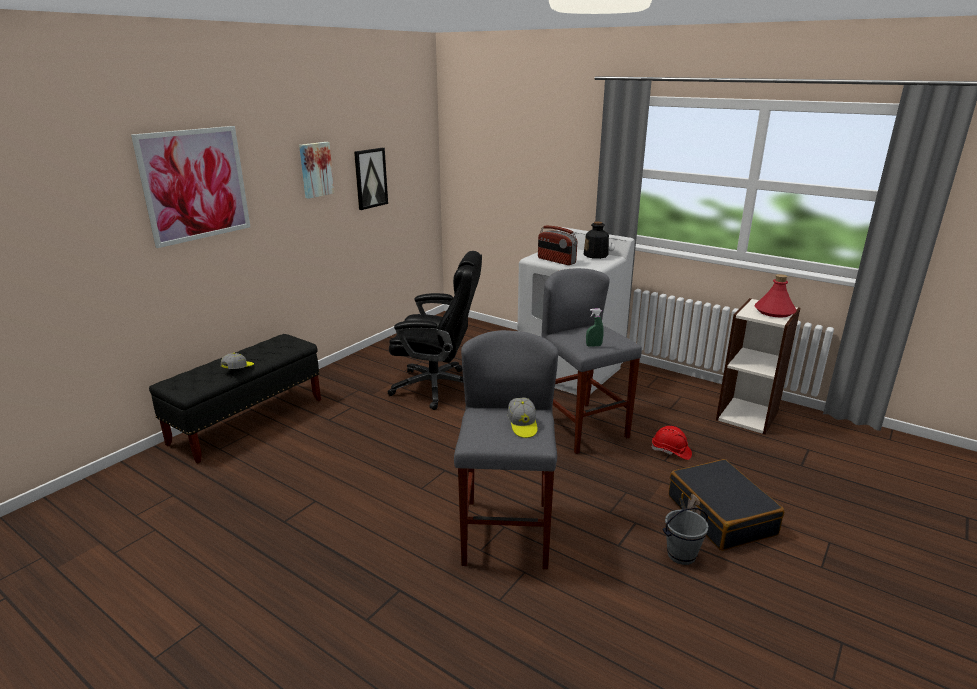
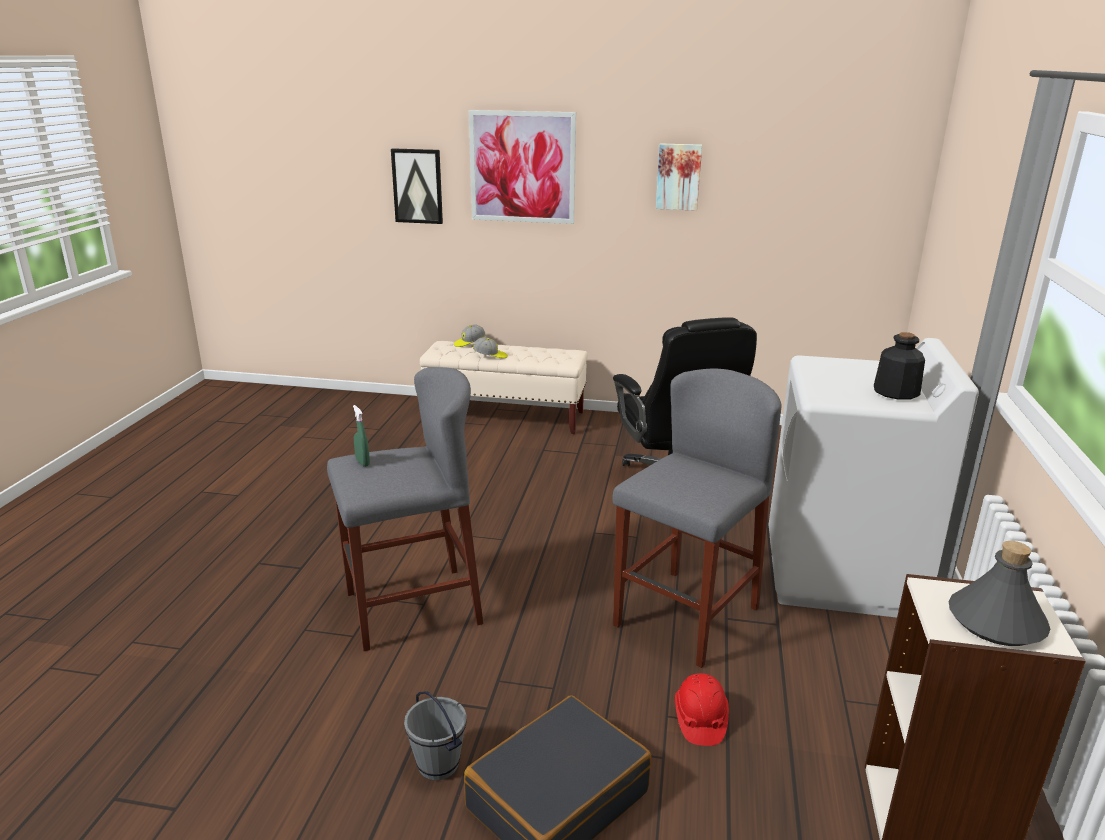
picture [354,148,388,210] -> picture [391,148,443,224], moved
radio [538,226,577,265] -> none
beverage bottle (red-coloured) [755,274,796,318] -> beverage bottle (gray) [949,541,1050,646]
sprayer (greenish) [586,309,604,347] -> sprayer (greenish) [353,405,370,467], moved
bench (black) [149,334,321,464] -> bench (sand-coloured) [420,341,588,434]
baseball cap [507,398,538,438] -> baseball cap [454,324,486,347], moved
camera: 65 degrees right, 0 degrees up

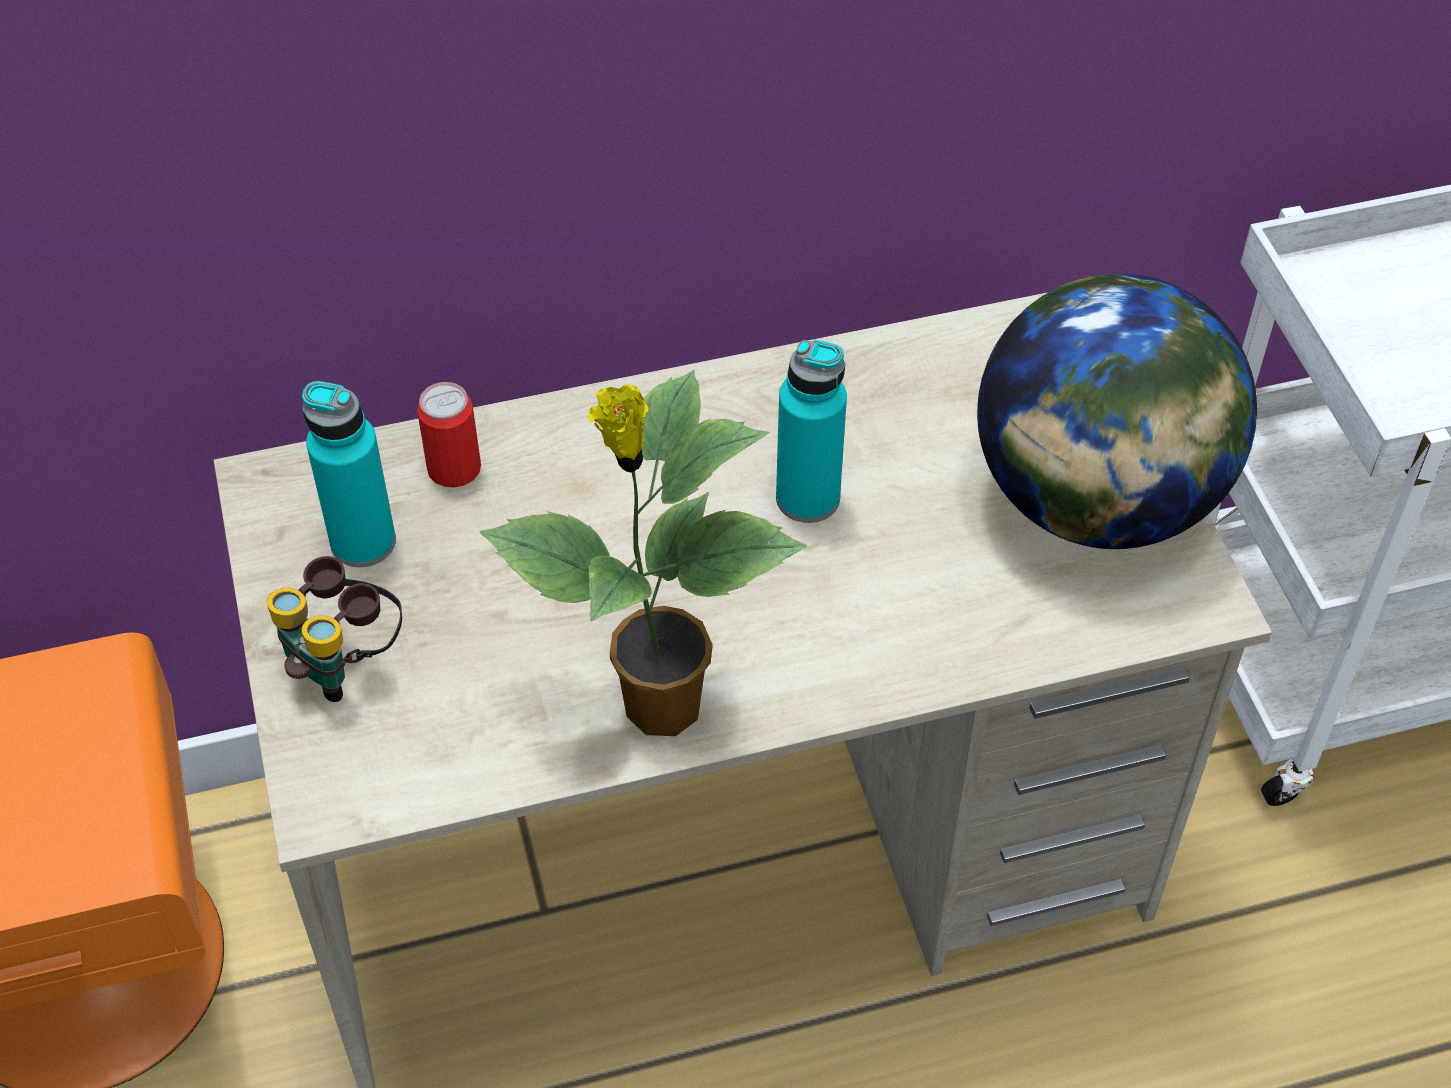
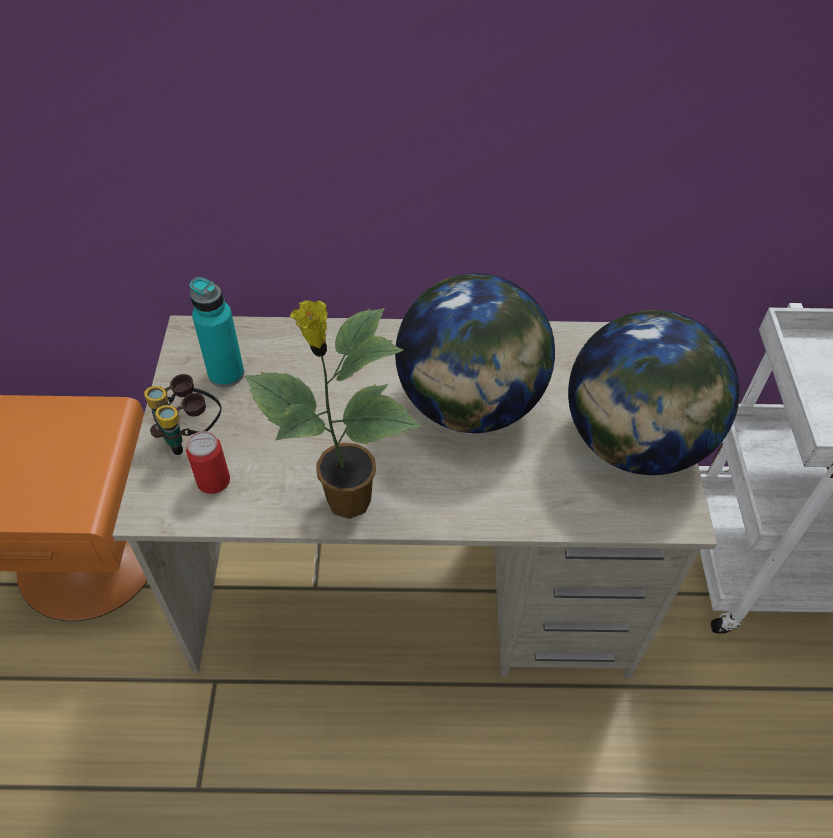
beverage bottle (turquoise) [776,340,847,523] -> desk globe [395,273,555,433]
sealed can [417,382,481,488] -> sealed can [186,431,230,494], moved
camera: 15 degrees right, 0 degrees up

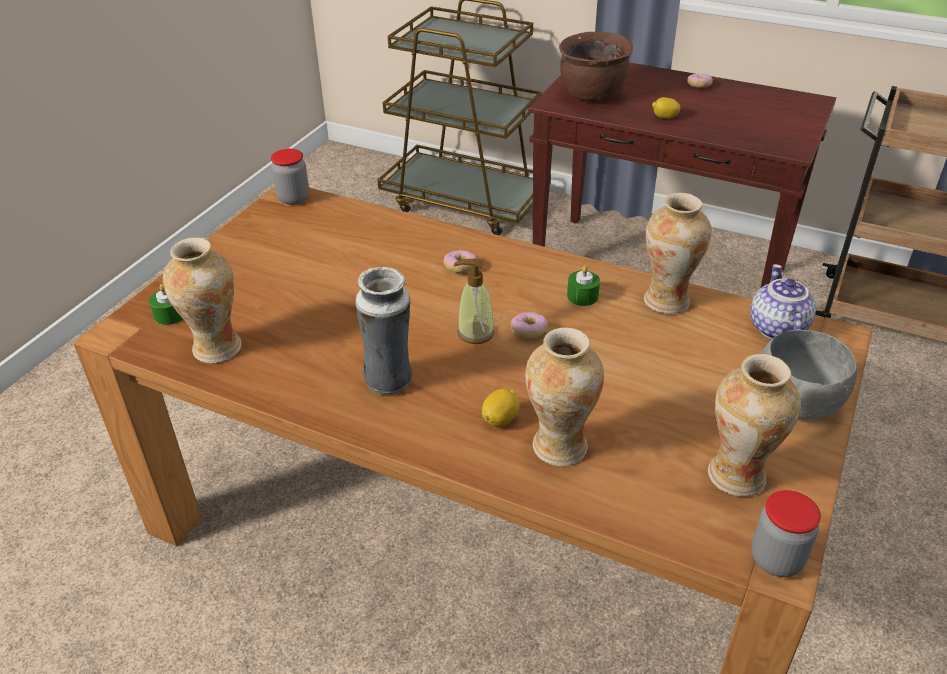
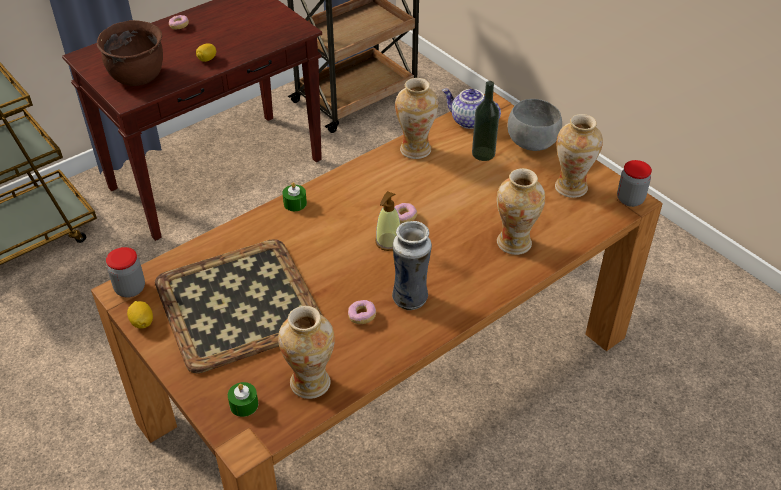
ring doughnut [444,250,477,273] -> ring doughnut [348,300,376,324], moved
wax candle (greenish) [567,265,600,306] -> wax candle (greenish) [283,182,307,211], moved
whole lemon [482,389,520,427] -> whole lemon [127,301,153,329], moved
none -> beverage bottle [472,81,499,161]
none -> carrying tray [155,239,323,374]
camera: 65 degrees left, 5 degrees up

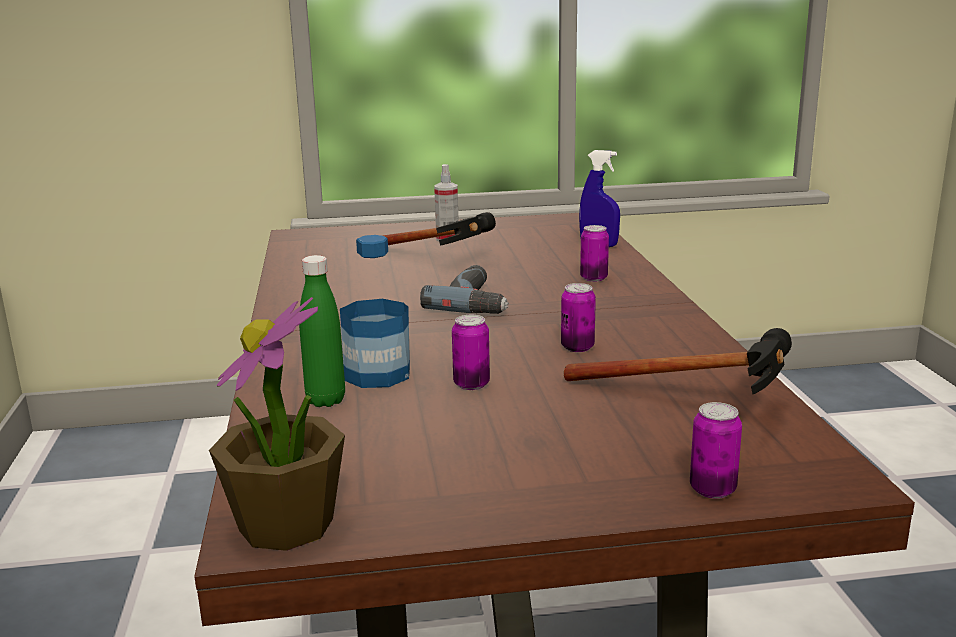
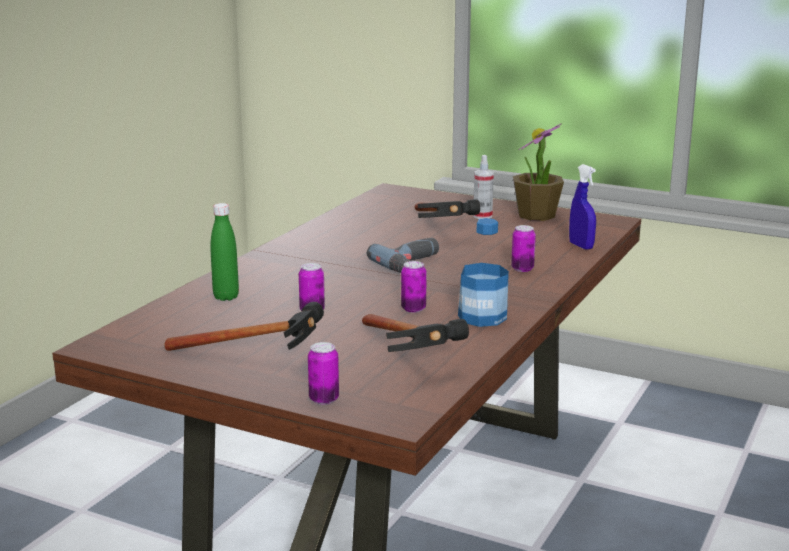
beverage bottle [340,235,410,388] -> beverage bottle [458,218,509,327], moved
houseplant [209,297,345,551] -> houseplant [513,123,564,221], moved
none -> hammer [165,302,324,351]
camera: 35 degrees right, 0 degrees up

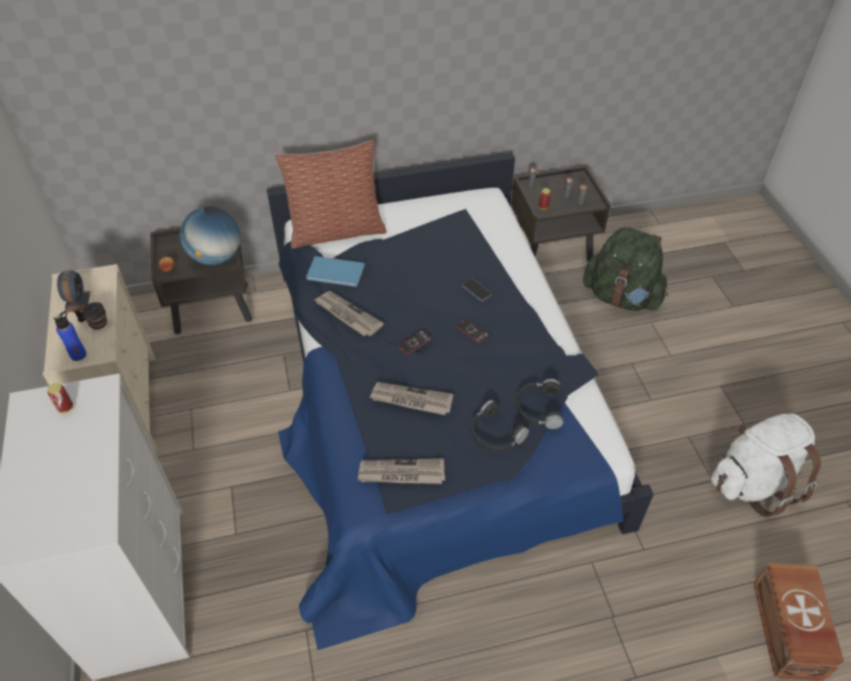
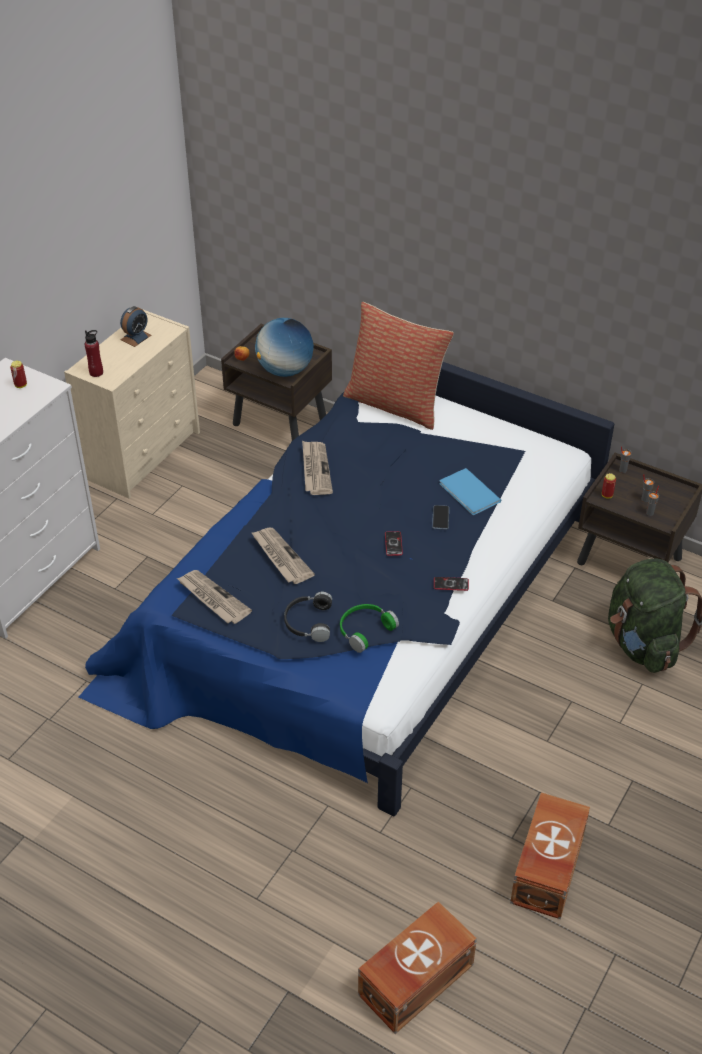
volume (blue) [306,256,365,287] -> volume (blue) [439,468,502,515], moved
tea mug [73,302,107,330] -> none
beverage bottle (blue) [54,311,87,361] -> beverage bottle (red-coloured) [85,330,103,377]
handset [398,331,431,355] -> handset [434,577,469,591], moved
headphones (black) [516,379,563,429] -> headphones (greenish) [340,604,399,653]
rucksack (white) [711,413,821,517] -> storage bin (brownish) [510,793,590,919]
camera: 45 degrees right, 5 degrees down

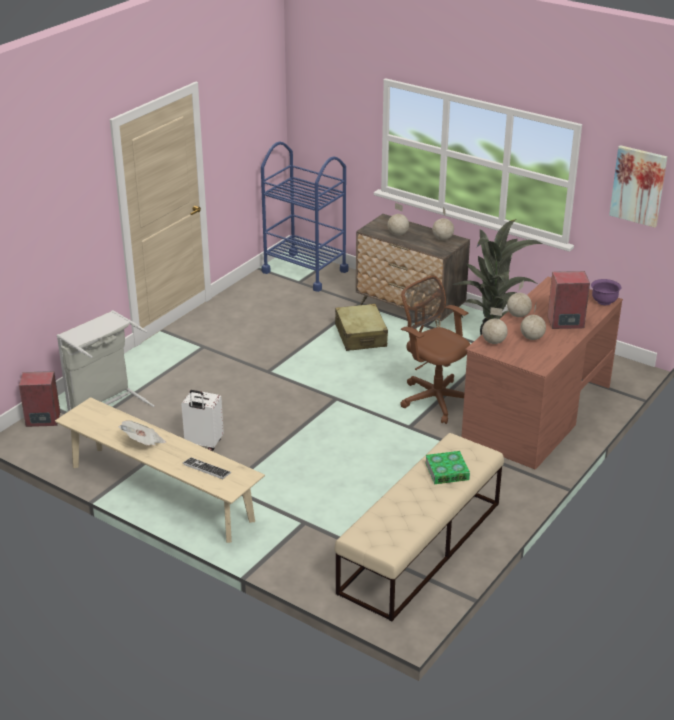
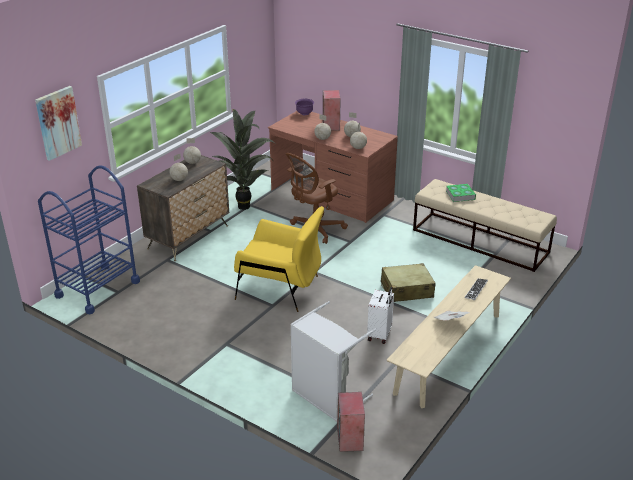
picture [609,145,667,228] -> picture [35,86,82,161], moved
suitcase (sand-coloured) [335,304,388,351] -> suitcase (sand-coloured) [381,263,436,302], moved
none -> easy chair (yellowish) [234,206,324,312]
camera: 90 degrees left, 0 degrees up

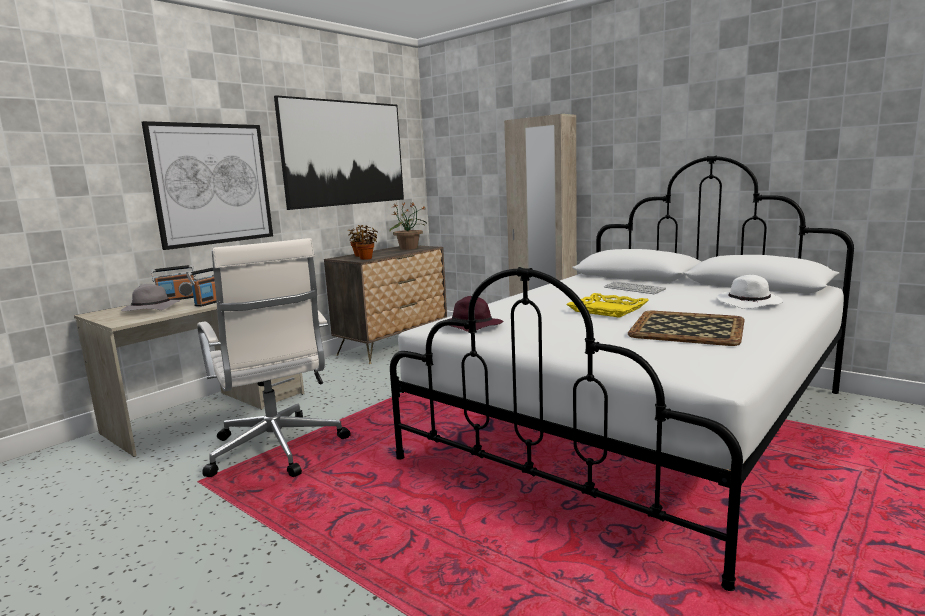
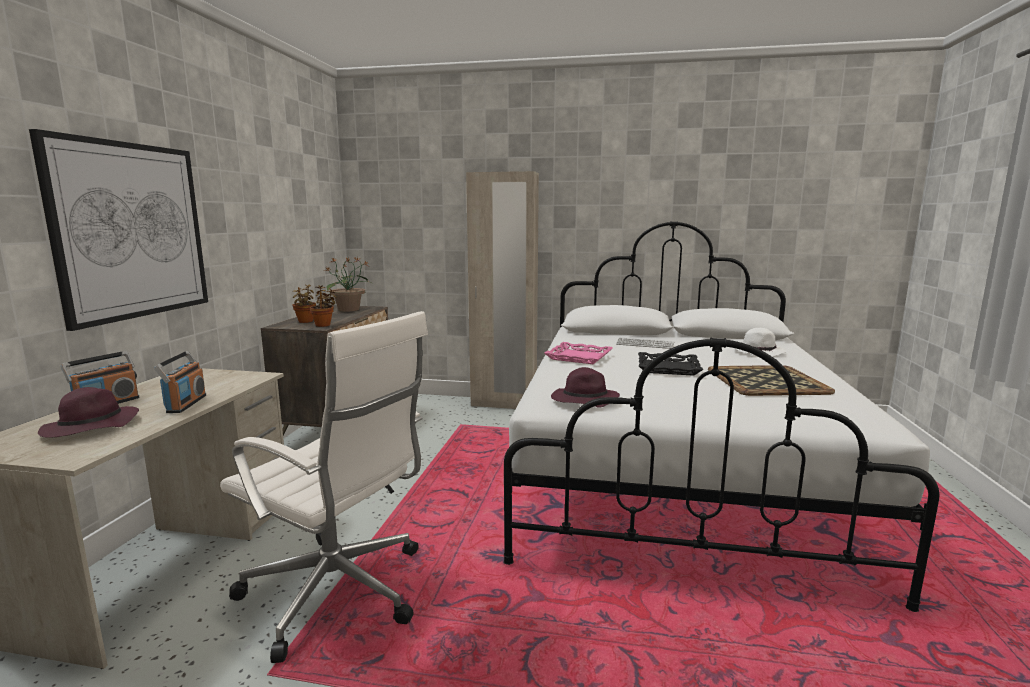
picture [274,95,404,210] -> none
wearable hat (gray) [121,284,180,311] -> wearable hat (purplish) [38,387,139,438]
carrying tray (yellowish) [566,293,649,318] -> carrying tray (black) [638,352,703,376]
none -> carrying tray (pinkish) [544,342,613,364]
camera: 30 degrees left, 0 degrees up

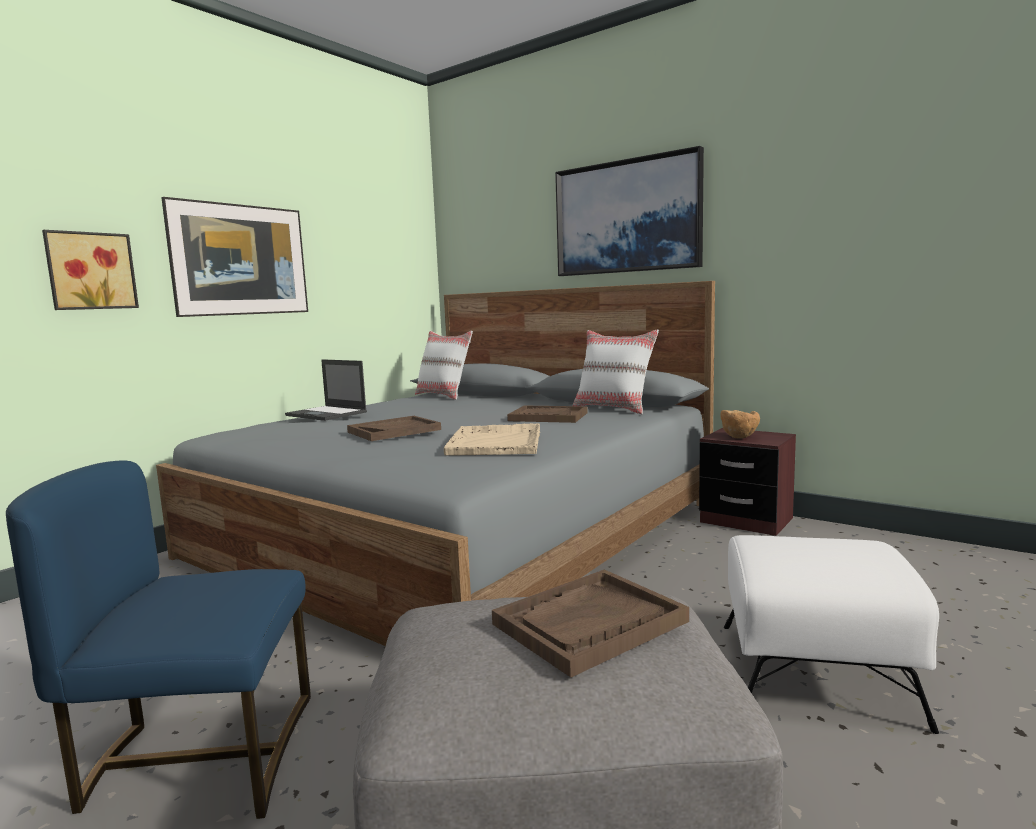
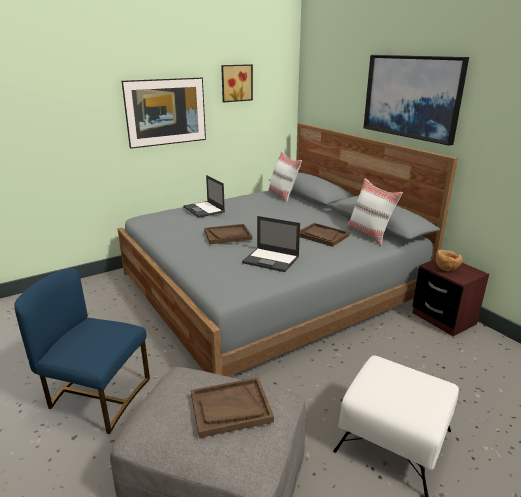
picture [42,230,139,310] -> picture [221,64,253,102], moved
carrying tray (sand-coloured) [444,423,540,456] -> notebook computer [242,216,300,272]
camera: 20 degrees right, 15 degrees up

